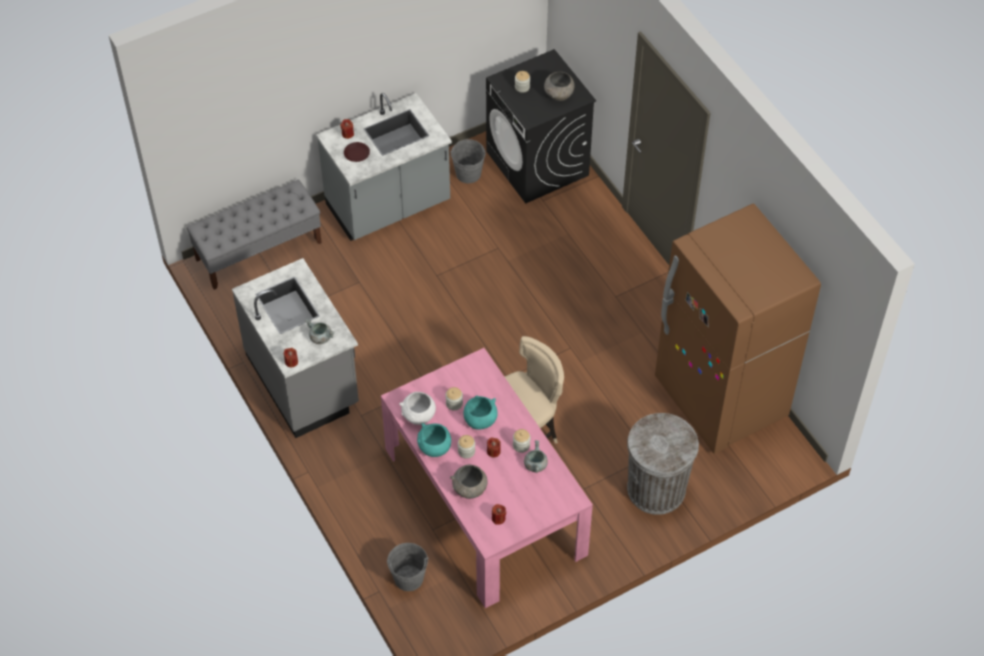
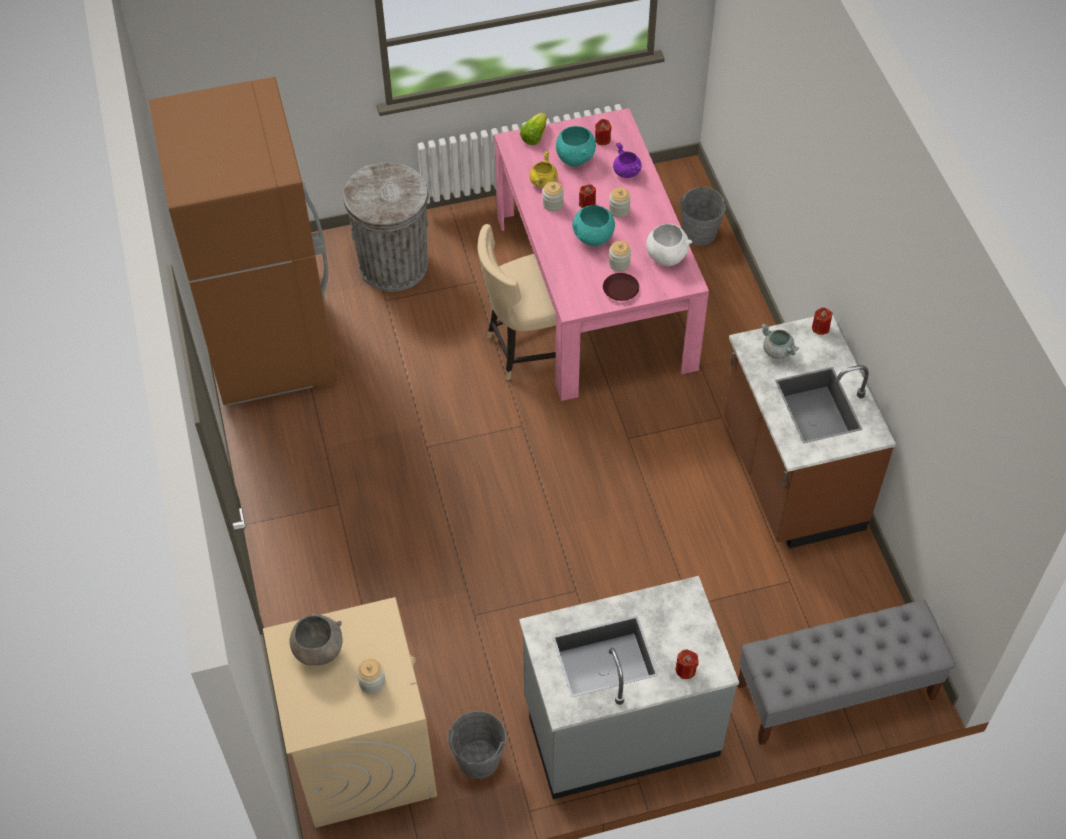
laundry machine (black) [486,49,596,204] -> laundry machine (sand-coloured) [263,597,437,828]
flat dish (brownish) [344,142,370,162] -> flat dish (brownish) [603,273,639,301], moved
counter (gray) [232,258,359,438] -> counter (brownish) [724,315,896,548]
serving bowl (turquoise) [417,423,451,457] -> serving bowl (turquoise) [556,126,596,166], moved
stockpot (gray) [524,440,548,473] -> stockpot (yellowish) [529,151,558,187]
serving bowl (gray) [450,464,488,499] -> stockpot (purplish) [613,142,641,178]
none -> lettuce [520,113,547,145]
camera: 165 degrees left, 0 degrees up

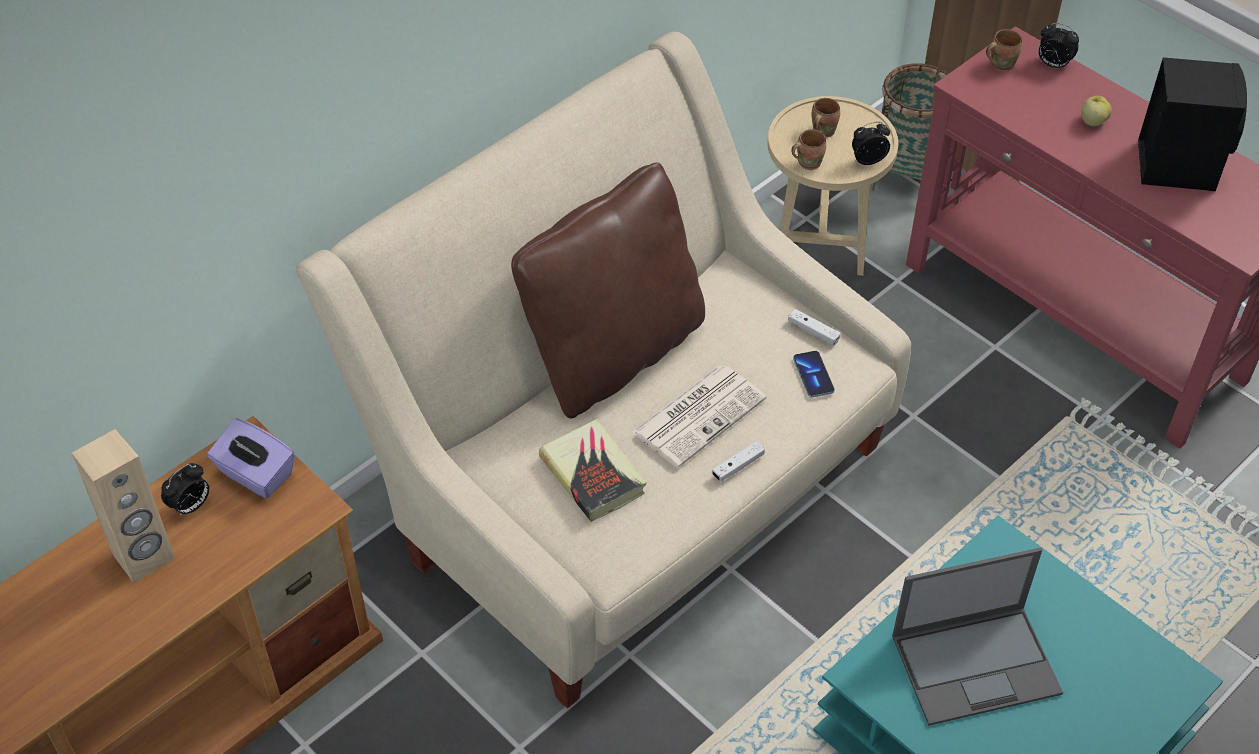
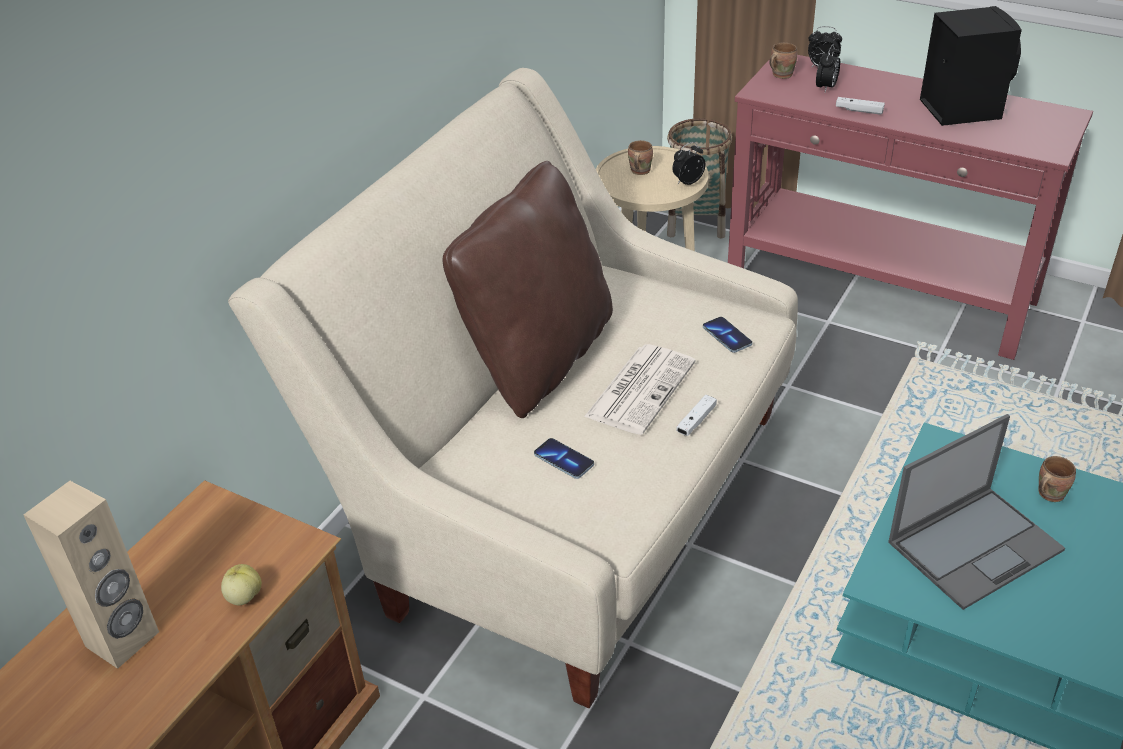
whole apple [1081,96,1112,126] -> whole apple [221,564,262,605], moved
tea mug (brownish) [791,129,826,170] -> tea mug (brownish) [1038,456,1076,502], moved
joypad (white) [788,309,841,346] -> joypad (white) [836,97,885,115], moved
tissue box (purplish) [207,418,295,498] -> none
volume [539,419,647,522] -> handset [534,438,594,479]
alarm clock [161,463,209,517] -> alarm clock [816,44,840,92], moved
camera: 15 degrees left, 10 degrees down

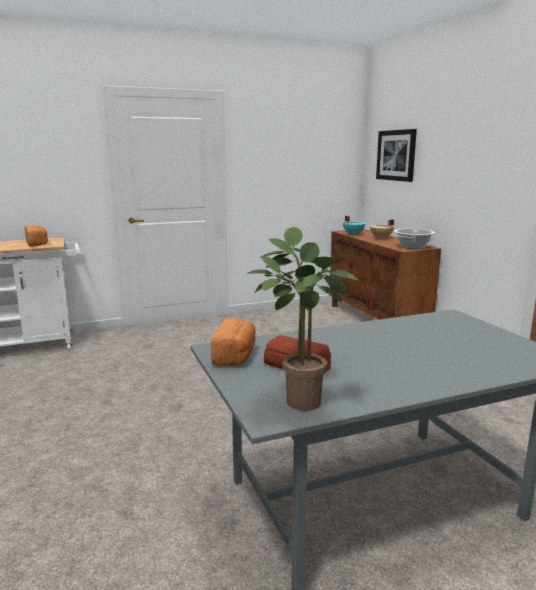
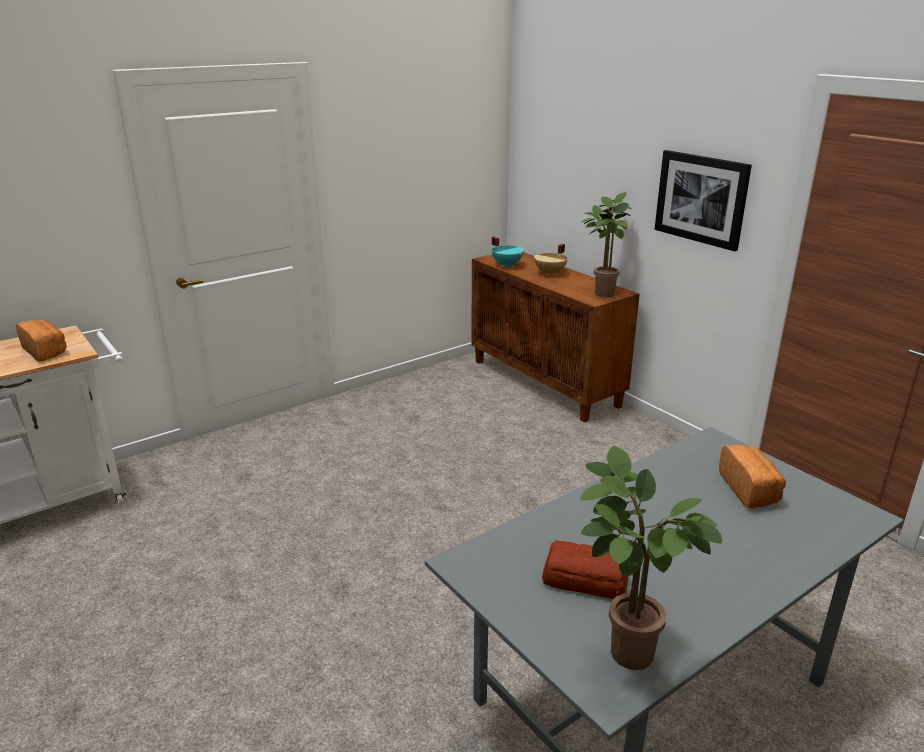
picture [376,129,417,182] -> picture [654,150,752,252], moved
stockpot [394,229,435,249] -> houseplant [581,192,633,298]
bread [211,318,256,366] -> bread [719,445,786,509], moved
camera: 15 degrees left, 10 degrees up

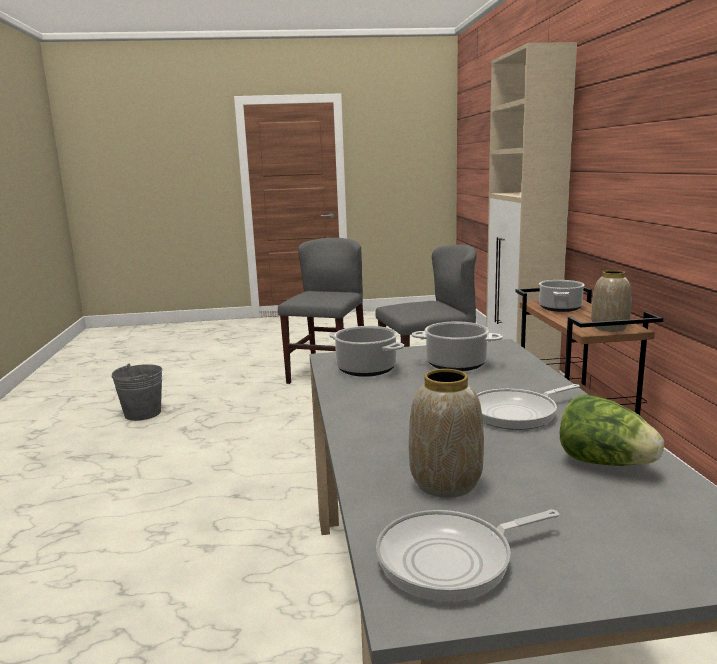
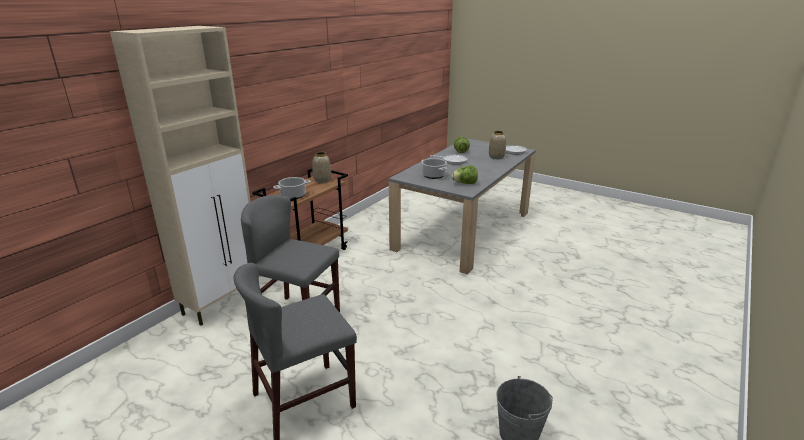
stockpot [330,326,404,377] -> lettuce [451,165,478,184]
camera: 140 degrees left, 10 degrees up

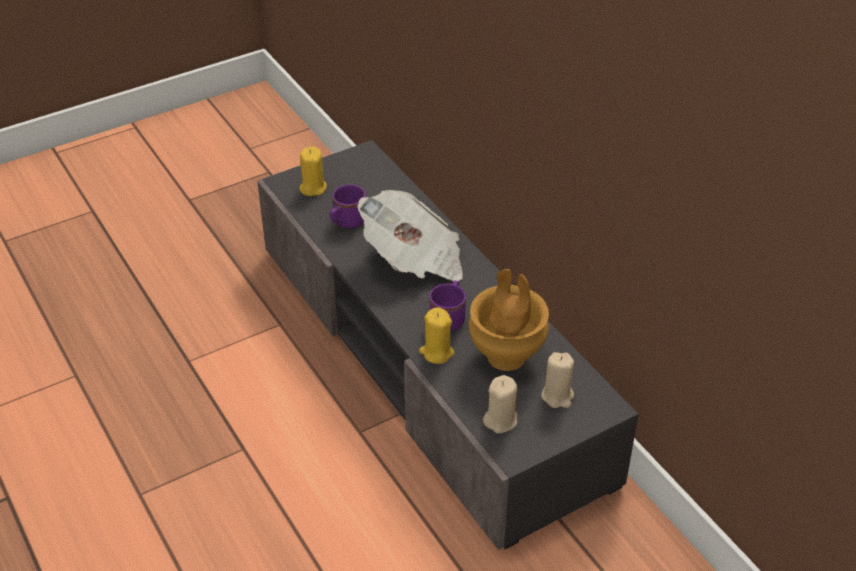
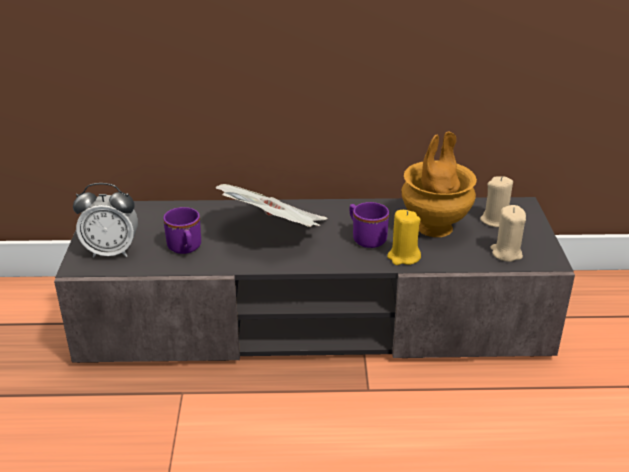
wax candle (yellowish) [299,147,327,196] -> alarm clock [73,183,138,257]
camera: 60 degrees left, 10 degrees down

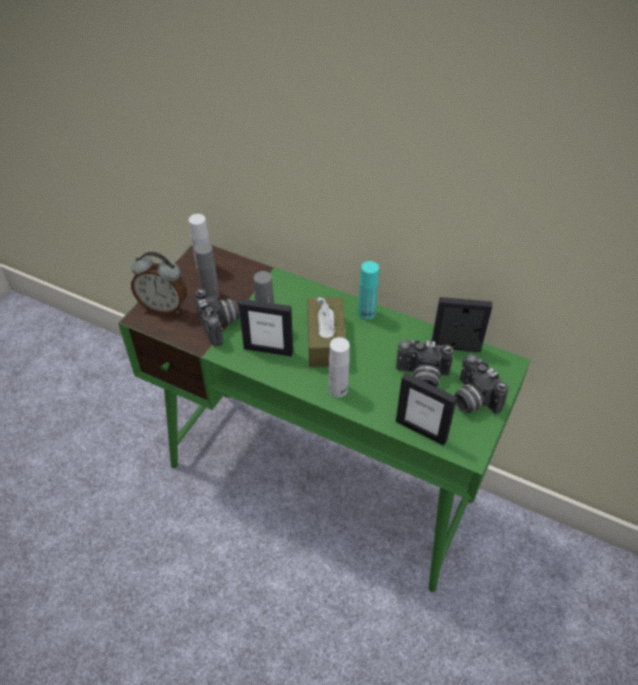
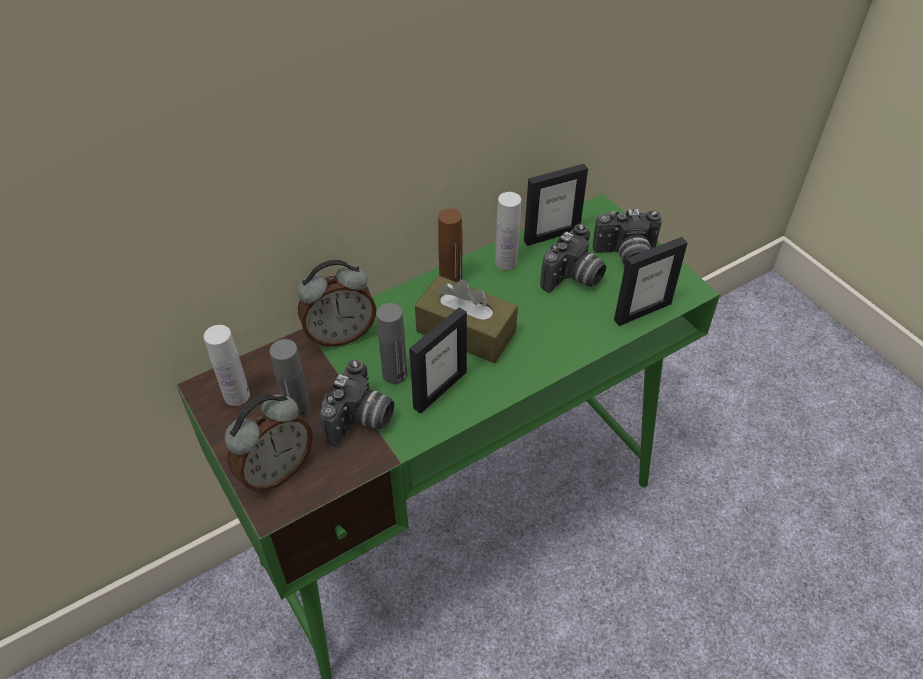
beverage bottle (turquoise) [358,261,379,320] -> beverage bottle (brownish) [438,208,462,283]
still camera [195,289,240,347] -> still camera [320,359,394,447], 105 degrees clockwise
standing frame [432,297,492,353] -> standing frame [524,164,588,246], 150 degrees counterclockwise
beverage bottle (white) [329,337,350,398] -> beverage bottle (white) [495,192,521,270], moved
none -> alarm clock [297,260,376,347]
camera: 60 degrees left, 0 degrees up

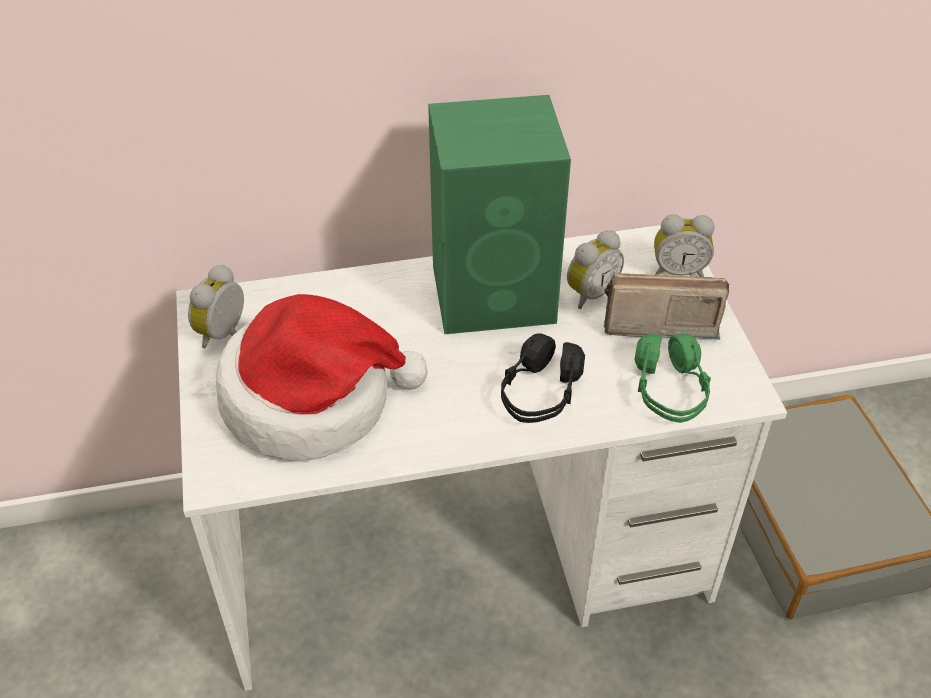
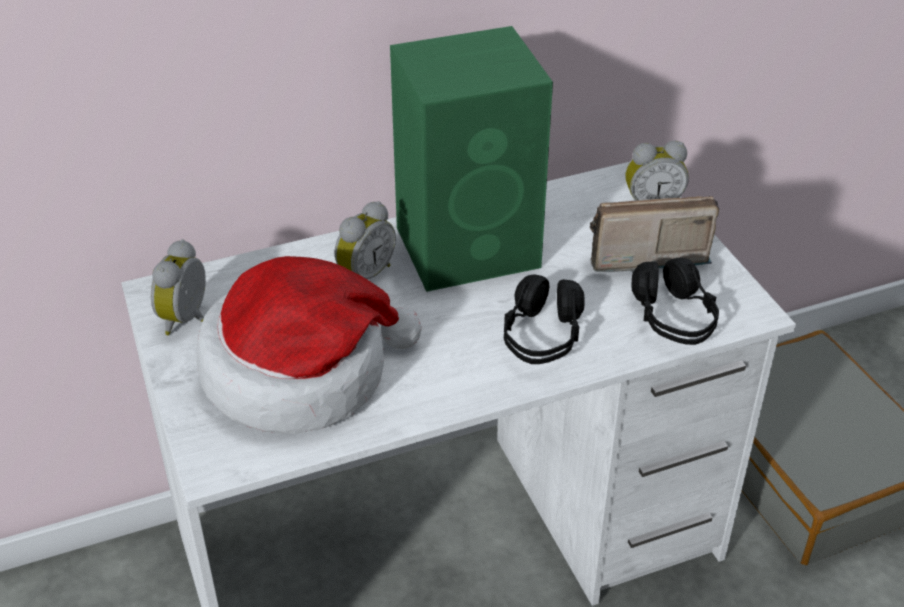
alarm clock [567,230,624,309] -> alarm clock [335,201,396,279], moved
headphones (greenish) [634,333,711,423] -> headphones (black) [632,257,719,345]
camera: 10 degrees left, 5 degrees down

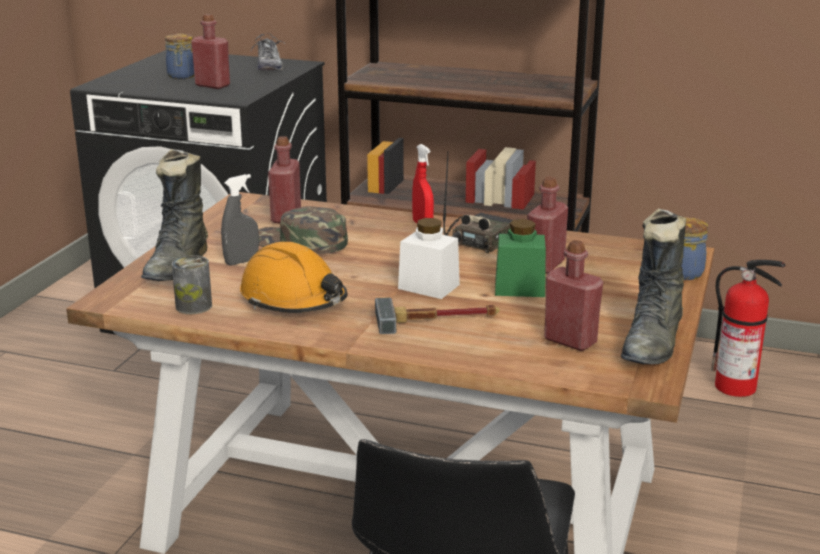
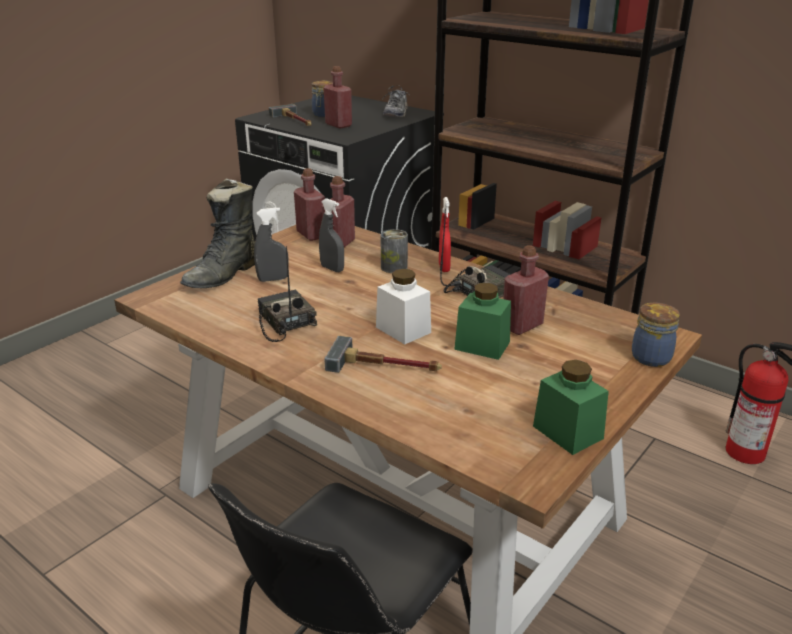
baseball cap (greenish) [258,206,348,254] -> sprayer (gray) [319,198,344,272]
tall boot (black) [621,208,686,364] -> jar (greenish) [533,360,609,455]
beverage bottle (red-coloured) [544,240,603,351] -> beverage bottle (red-coloured) [294,168,325,241], moved
work helmet (orange-coloured) [240,242,348,313] -> radio [258,246,317,342]
sealed can [172,255,212,314] -> sealed can [380,229,408,273], moved
none -> hammer [269,104,311,126]
camera: 20 degrees right, 5 degrees up

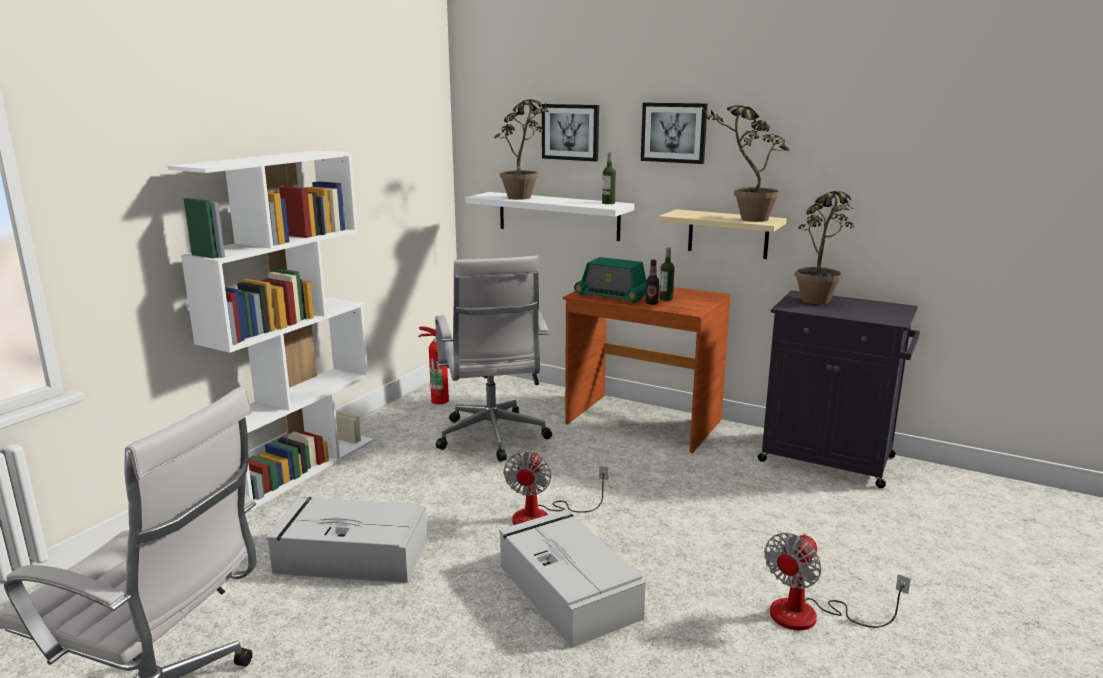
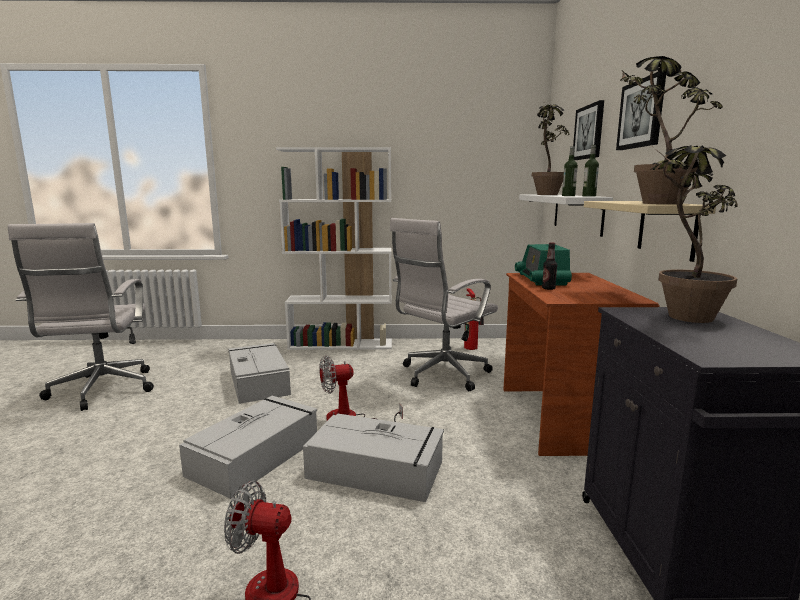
beverage bottle [659,247,675,301] -> beverage bottle [562,146,578,196], moved
none -> storage bin (gray) [303,413,444,502]
camera: 60 degrees right, 5 degrees down

